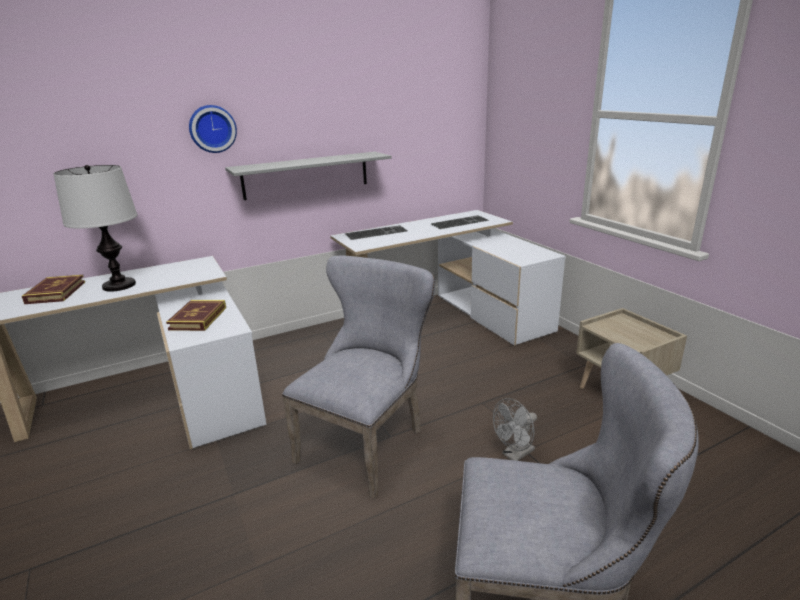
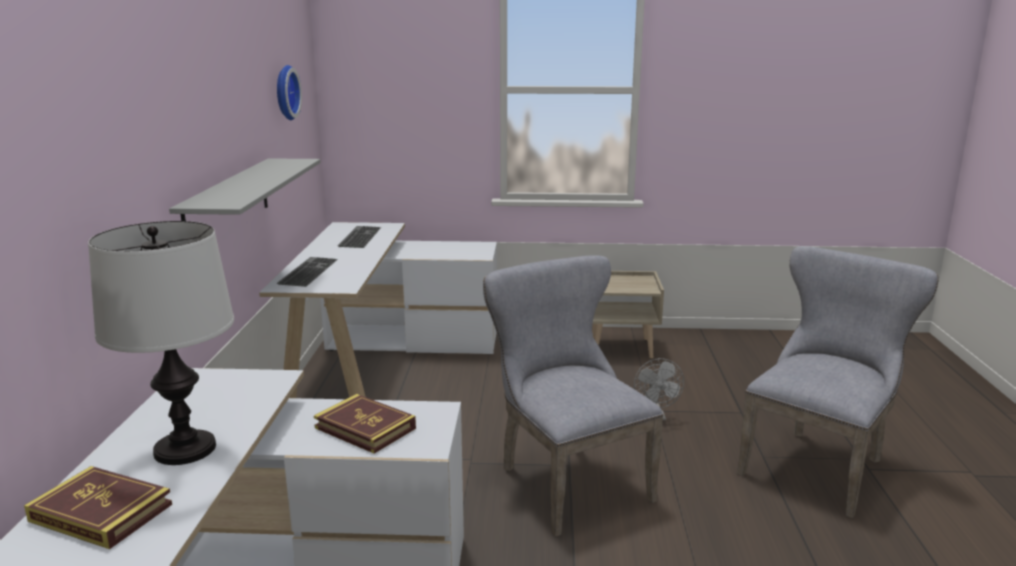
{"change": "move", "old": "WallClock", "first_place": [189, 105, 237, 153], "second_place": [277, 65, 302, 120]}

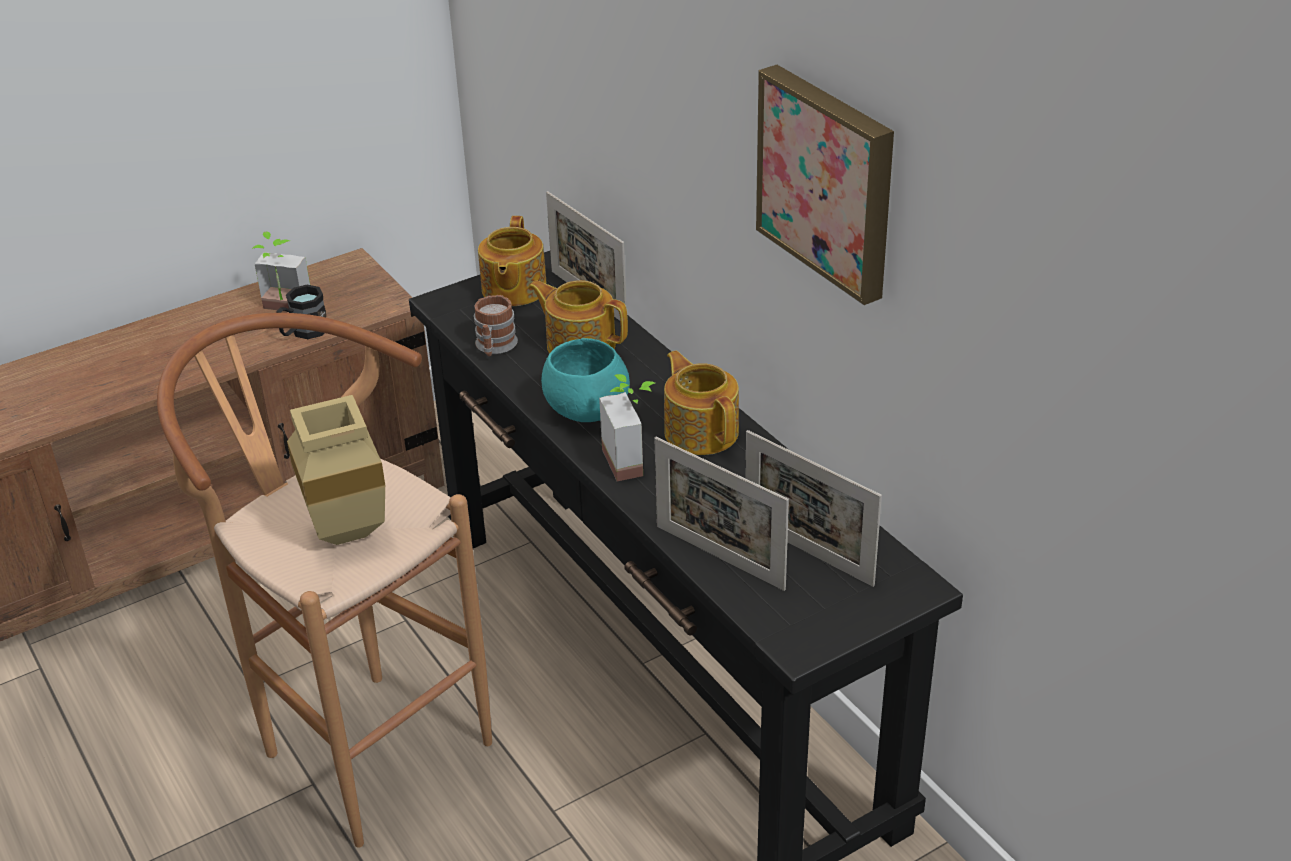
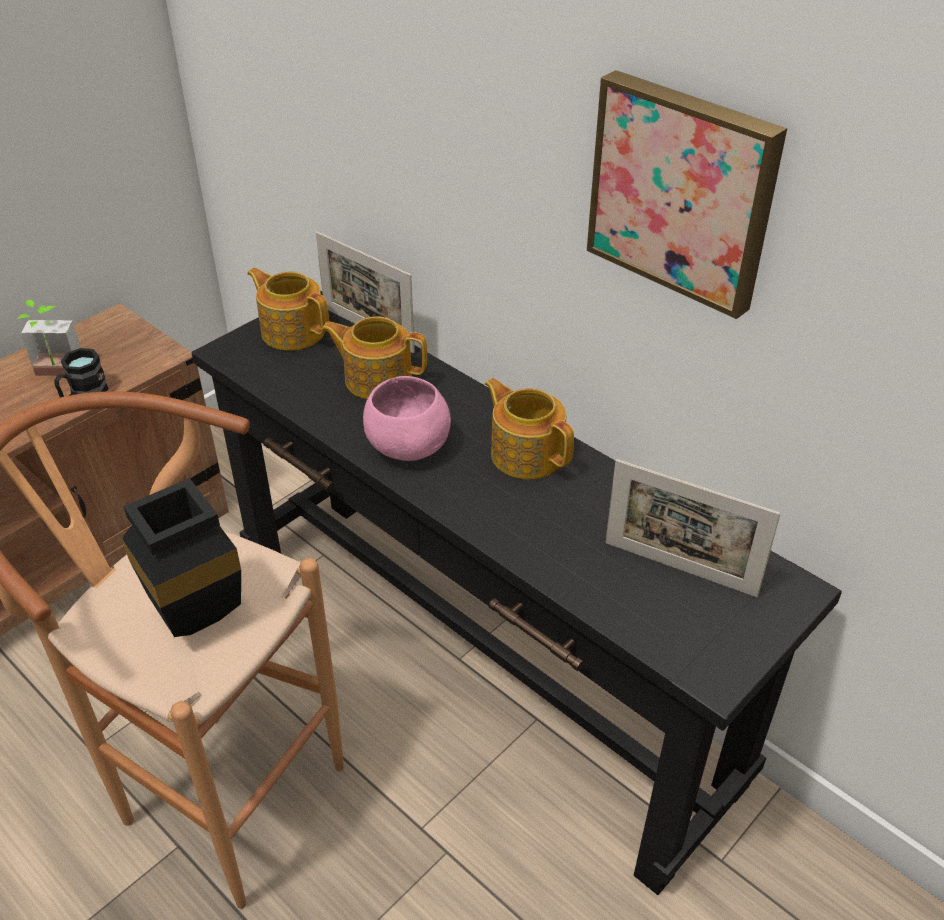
{"change": "rotate", "old": "Teapot", "first_place": [478, 216, 547, 306], "second_place": [247, 268, 329, 351], "degrees": 135}
{"change": "delete", "old": "Mug", "first_place": [474, 295, 518, 356]}
{"change": "recolor", "old": "TurquoiseBowl", "new": "PinkBowl", "first_place": [541, 338, 630, 422], "second_place": [363, 376, 451, 461]}
{"change": "delete", "old": "PottedPlant", "first_place": [599, 374, 655, 481]}
{"change": "recolor", "old": "BeigeVase", "new": "BlackVase", "first_place": [287, 395, 385, 545], "second_place": [122, 478, 241, 637]}
{"change": "delete", "old": "PictureFrame", "first_place": [654, 437, 789, 591]}

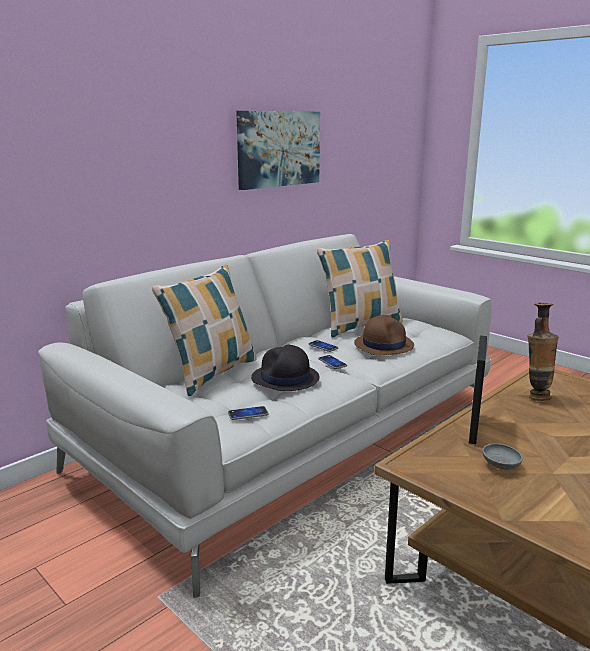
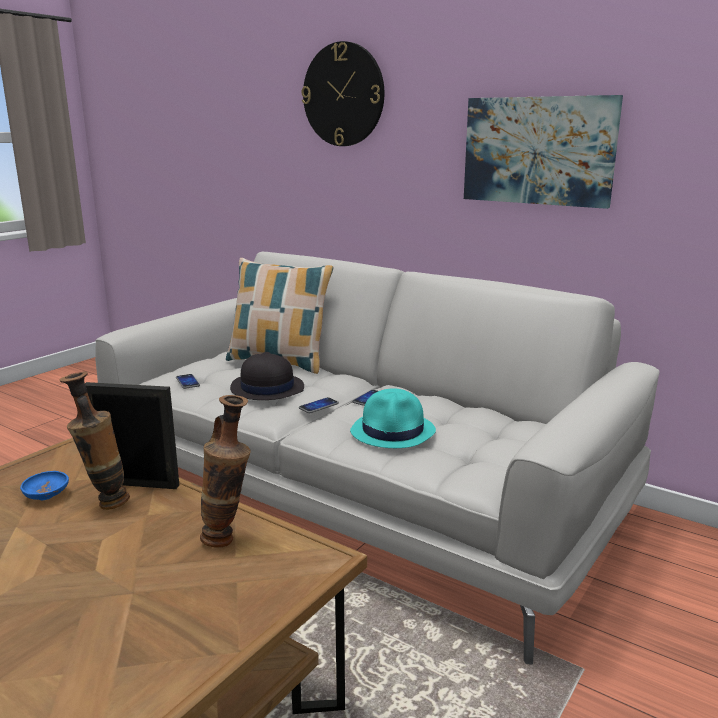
{"change": "delete", "old": "Pillow", "first_place": [317, 240, 403, 337]}
{"change": "recolor", "old": "BrownHat", "new": "TurquoiseHat", "first_place": [354, 315, 414, 356], "second_place": [350, 388, 436, 448]}
{"change": "recolor", "old": "GreyBowl", "new": "BlueBowl", "first_place": [482, 443, 523, 470], "second_place": [20, 471, 69, 500]}
{"change": "insert", "new": "WallClock", "second_place": [302, 41, 384, 146]}
{"change": "insert", "new": "Vase", "second_place": [60, 372, 130, 510]}

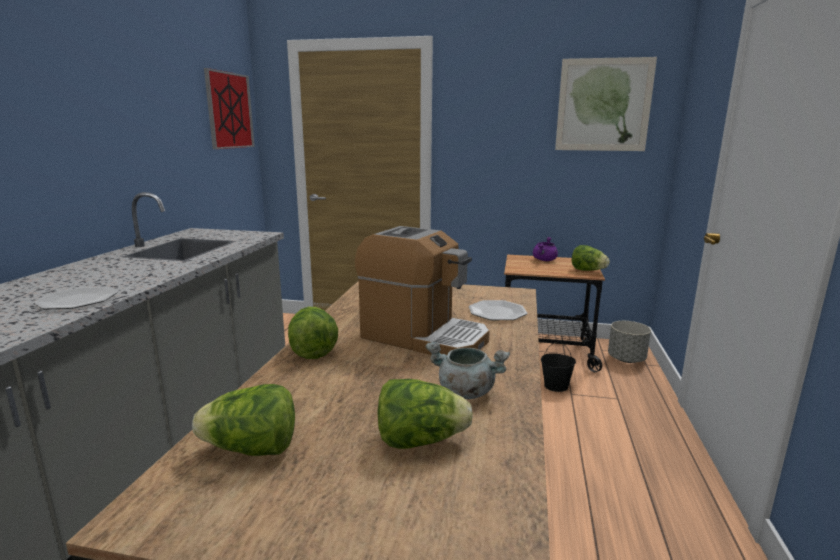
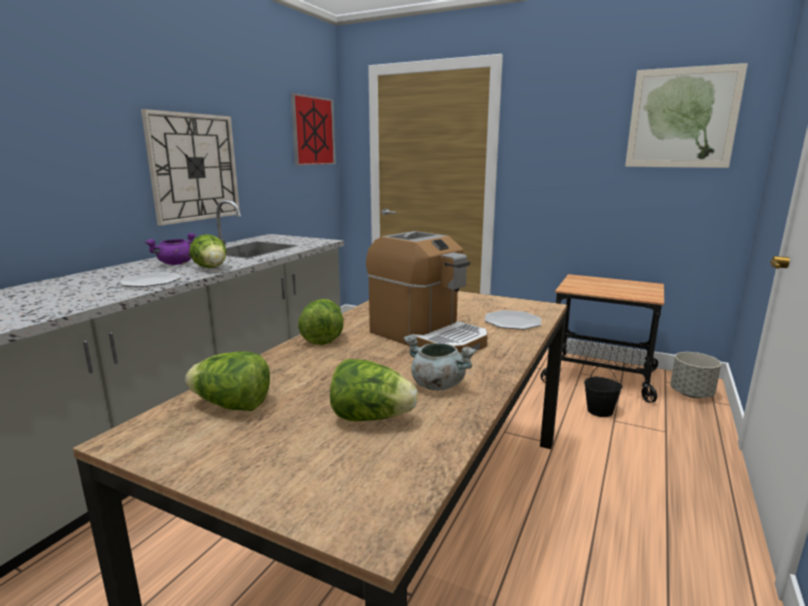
{"change": "move", "old": "PurpleCookingPot", "first_place": [533, 237, 558, 261], "second_place": [145, 233, 196, 265]}
{"change": "move", "old": "Lettuce", "first_place": [572, 245, 610, 271], "second_place": [189, 234, 227, 268]}
{"change": "insert", "new": "WallClock", "second_place": [141, 109, 240, 226]}

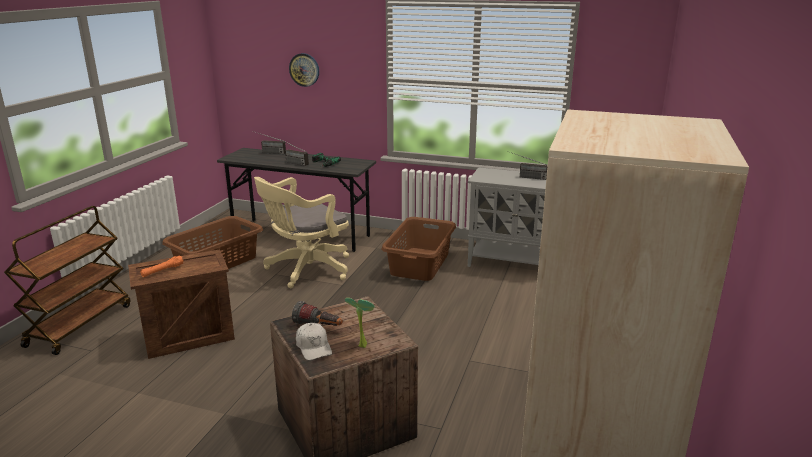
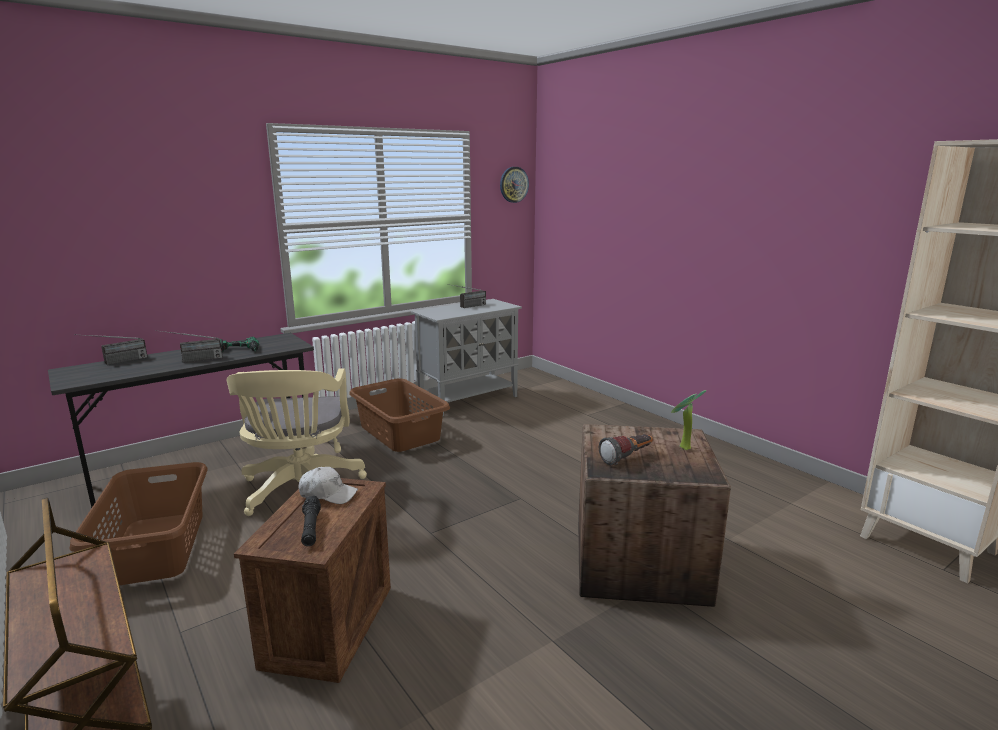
{"change": "move", "old": "WallClock", "first_place": [289, 53, 319, 87], "second_place": [500, 167, 529, 203]}
{"change": "recolor", "old": "OrangeFlashlight", "new": "BlackFlashlight", "first_place": [140, 255, 184, 277], "second_place": [301, 496, 321, 546]}
{"change": "move", "old": "WhiteCap", "first_place": [296, 323, 332, 360], "second_place": [298, 467, 358, 504]}

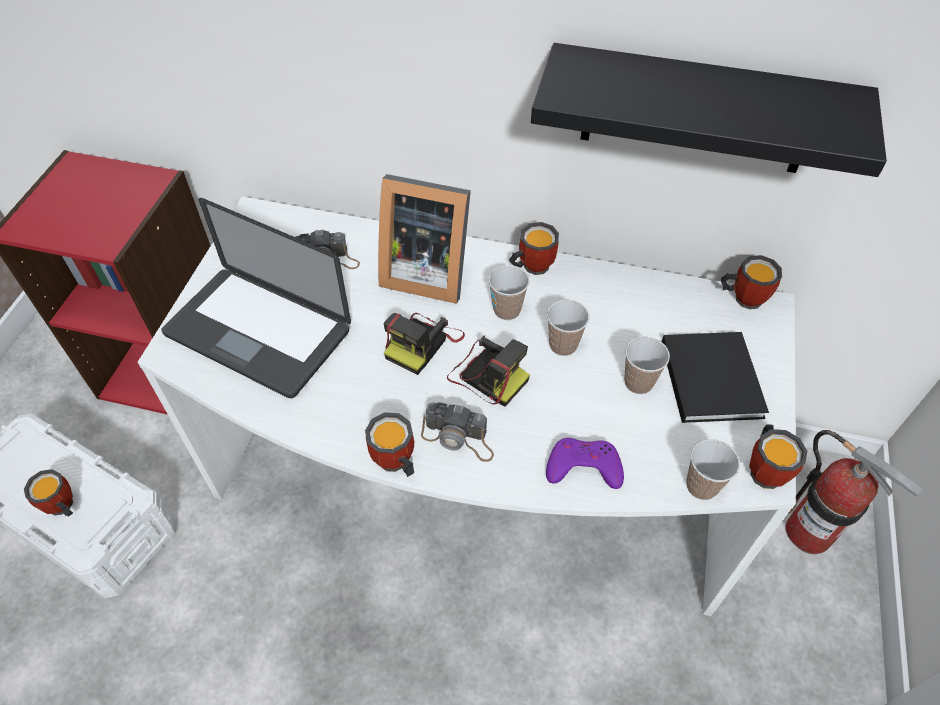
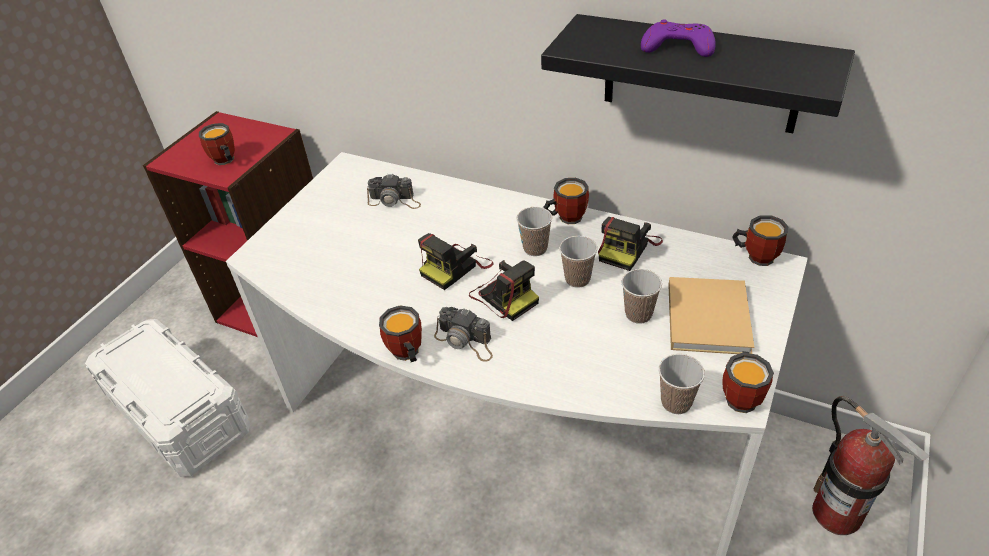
{"change": "delete", "old": "PictureFrame", "first_place": [378, 174, 471, 304]}
{"change": "delete", "old": "Laptop", "first_place": [161, 198, 351, 398]}
{"change": "recolor", "old": "BlackBook", "new": "BeigeBook", "first_place": [662, 332, 769, 423], "second_place": [668, 277, 754, 354]}
{"change": "move", "old": "PurpleGameController", "first_place": [546, 438, 624, 489], "second_place": [641, 19, 716, 57]}
{"change": "move", "old": "Mug", "first_place": [24, 469, 73, 517], "second_place": [199, 123, 235, 165]}
{"change": "insert", "new": "PhotoCamera", "second_place": [598, 217, 663, 271]}

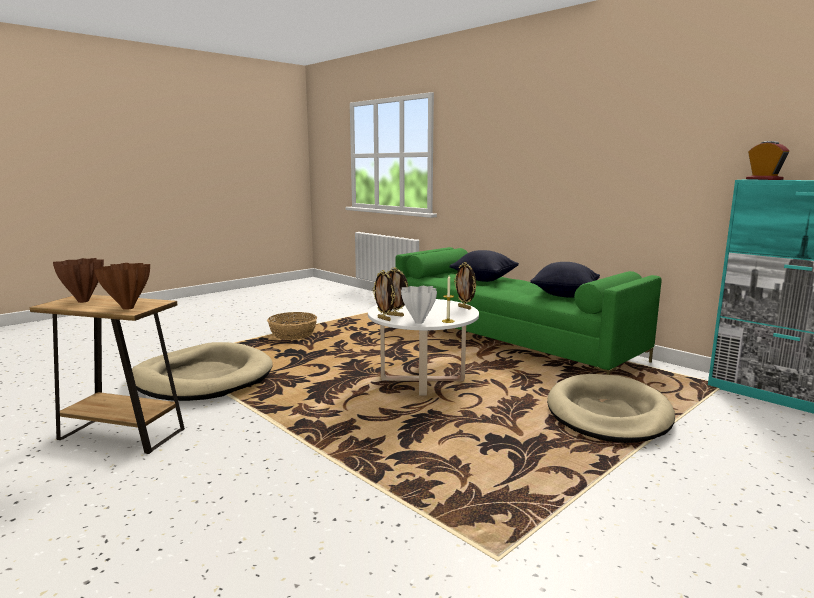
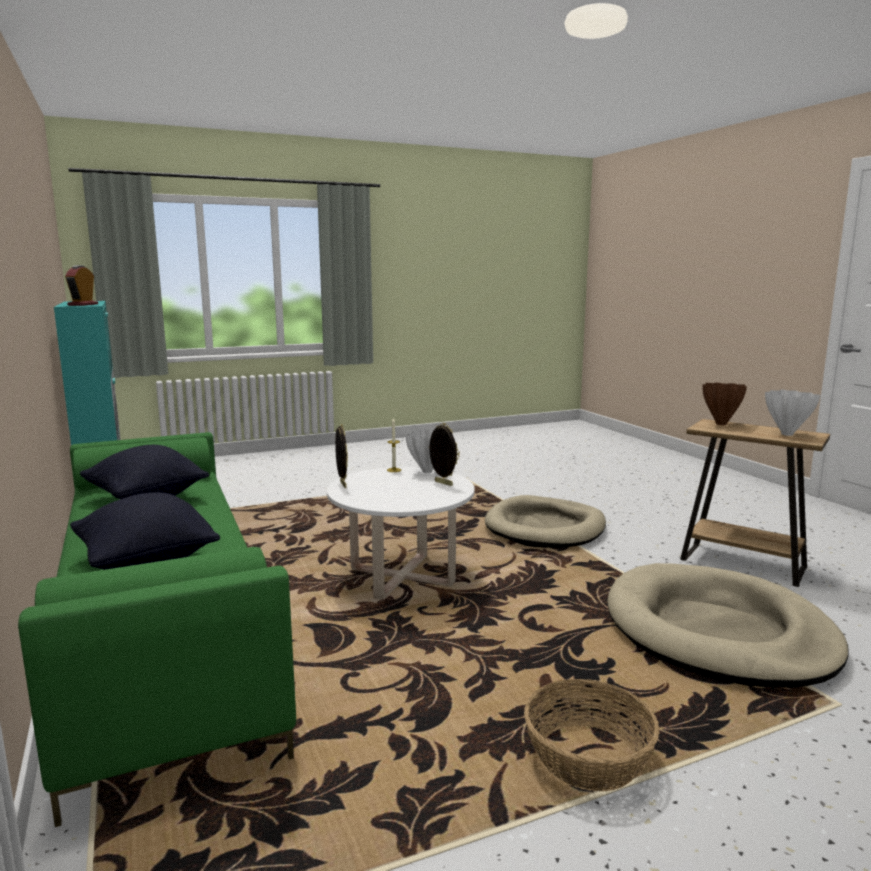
{"change": "recolor", "old": "BrownVase", "new": "WhiteVase", "first_place": [53, 258, 104, 303], "second_place": [765, 389, 821, 436]}
{"change": "delete", "old": "PictureFrame", "first_place": [373, 270, 395, 321]}
{"change": "move", "old": "BeigeDogBed", "first_place": [547, 374, 675, 443], "second_place": [485, 495, 606, 548]}

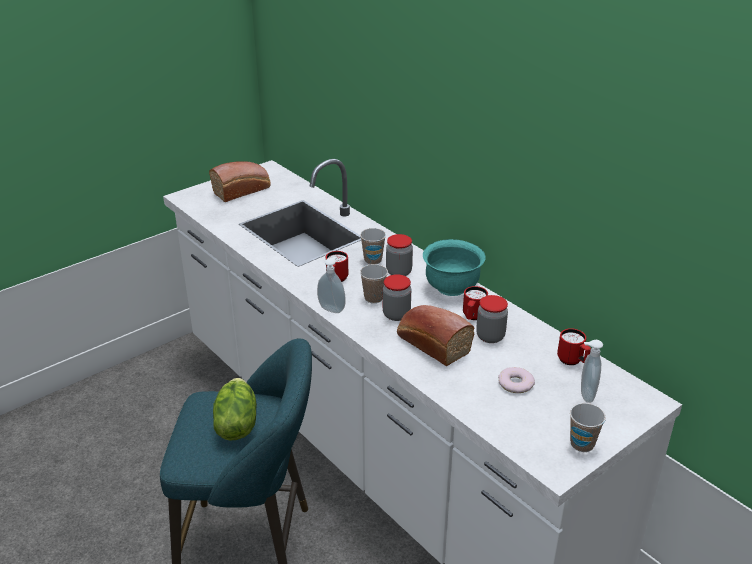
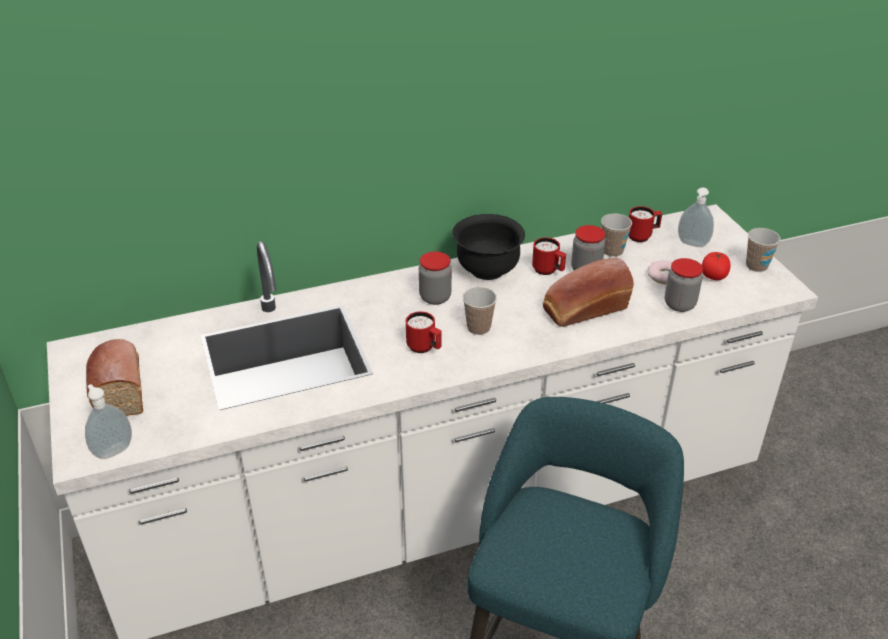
{"change": "move", "old": "Cup", "first_place": [360, 228, 386, 264], "second_place": [601, 213, 632, 257]}
{"change": "recolor", "old": "TurquoiseBowl", "new": "BlackBowl", "first_place": [423, 239, 486, 296], "second_place": [452, 214, 525, 280]}
{"change": "move", "old": "SoapDispenser", "first_place": [317, 256, 346, 313], "second_place": [85, 384, 132, 459]}
{"change": "move", "old": "Jar", "first_place": [383, 274, 411, 321], "second_place": [664, 258, 703, 312]}
{"change": "delete", "old": "Lettuce", "first_place": [213, 378, 257, 440]}
{"change": "insert", "new": "Tomato", "second_place": [702, 252, 730, 280]}

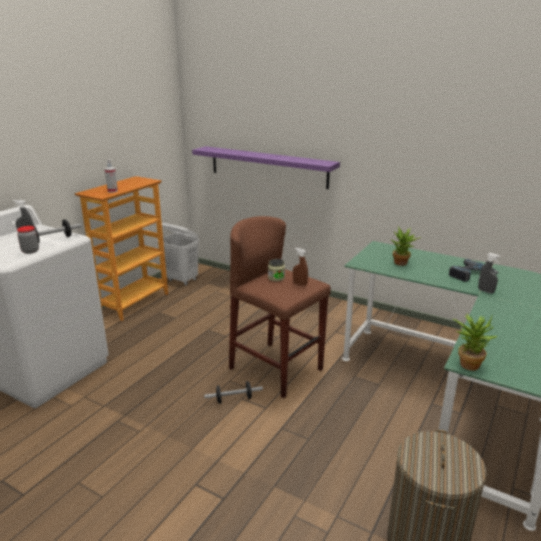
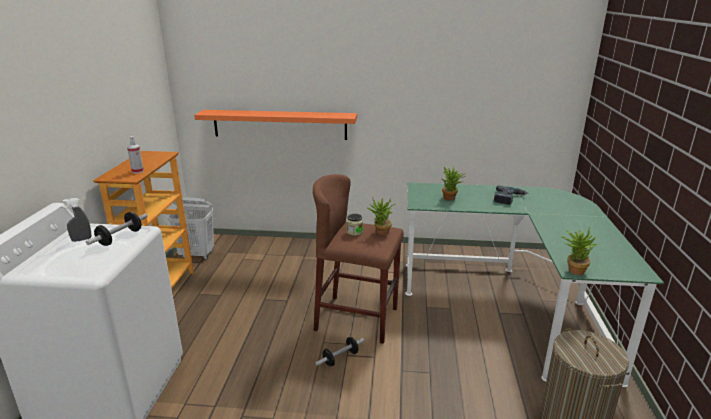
{"change": "recolor", "old": "PurpleShelf", "new": "OrangeShelf", "first_place": [192, 146, 340, 189], "second_place": [194, 110, 357, 140]}
{"change": "delete", "old": "Jar", "first_place": [17, 226, 39, 254]}
{"change": "replace", "old": "BrownSprayBottle", "new": "PottedPlant", "first_place": [293, 248, 308, 286], "second_place": [367, 197, 395, 235]}
{"change": "delete", "old": "GreySprayBottle", "first_place": [478, 253, 500, 294]}

